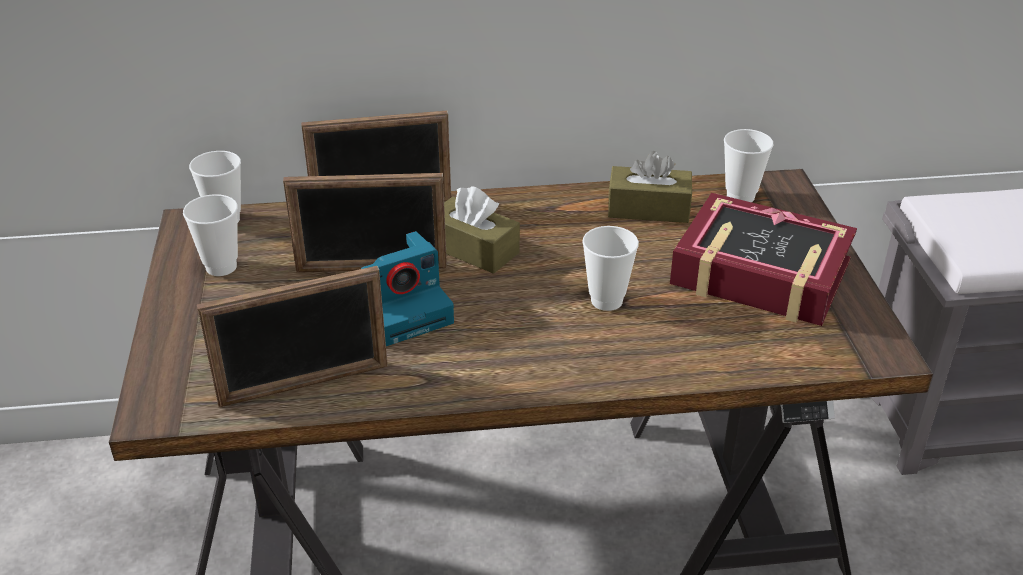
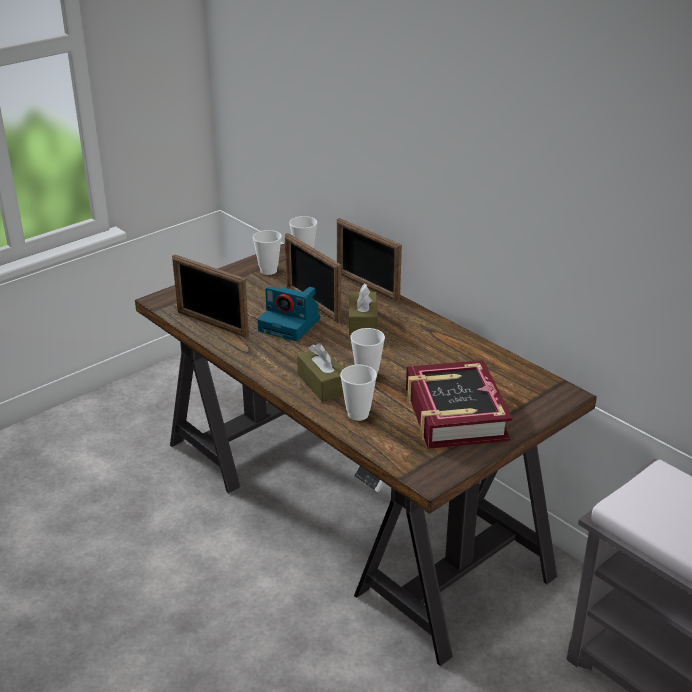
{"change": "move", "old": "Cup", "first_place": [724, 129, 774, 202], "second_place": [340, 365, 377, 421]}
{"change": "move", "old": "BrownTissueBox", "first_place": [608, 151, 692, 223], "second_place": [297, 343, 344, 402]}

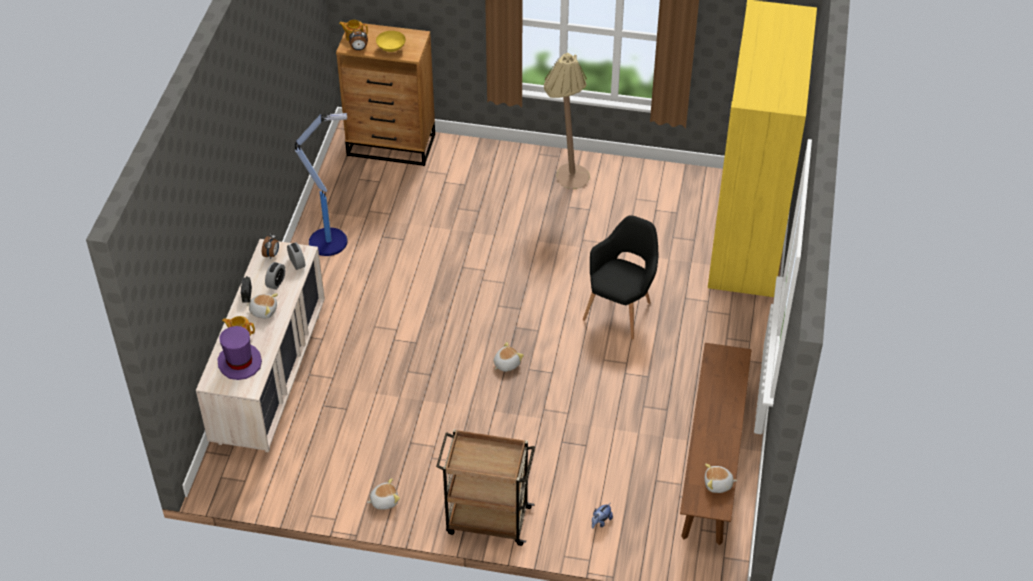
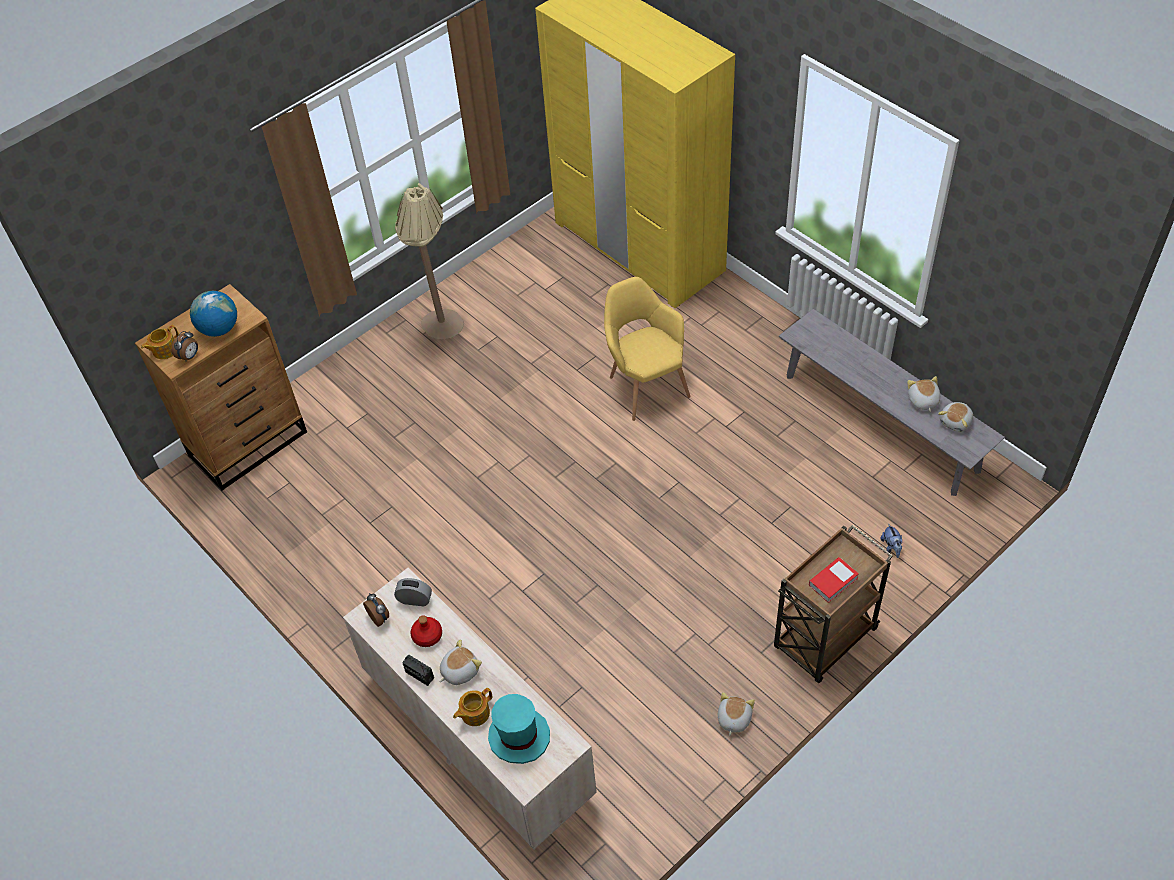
{"change": "replace", "old": "YellowBowl", "new": "Globe", "first_place": [376, 31, 406, 52], "second_place": [190, 291, 237, 337]}
{"change": "delete", "old": "FloorLamp", "first_place": [295, 113, 347, 256]}
{"change": "recolor", "old": "BlackArmchair", "new": "YellowArmchair", "first_place": [583, 215, 658, 340], "second_place": [604, 277, 690, 421]}
{"change": "replace", "old": "AlarmClock", "new": "RedBottle", "first_place": [265, 262, 285, 290], "second_place": [411, 615, 442, 647]}
{"change": "recolor", "old": "PurpleHat", "new": "TurquoiseHat", "first_place": [217, 326, 262, 380], "second_place": [488, 694, 550, 764]}
{"change": "move", "old": "PlushToy", "first_place": [494, 342, 524, 372], "second_place": [907, 376, 940, 412]}
{"change": "recolor", "old": "BrownBench", "new": "GreyBench", "first_place": [680, 343, 752, 545], "second_place": [779, 309, 1005, 496]}
{"change": "insert", "new": "Book", "second_place": [809, 557, 859, 603]}

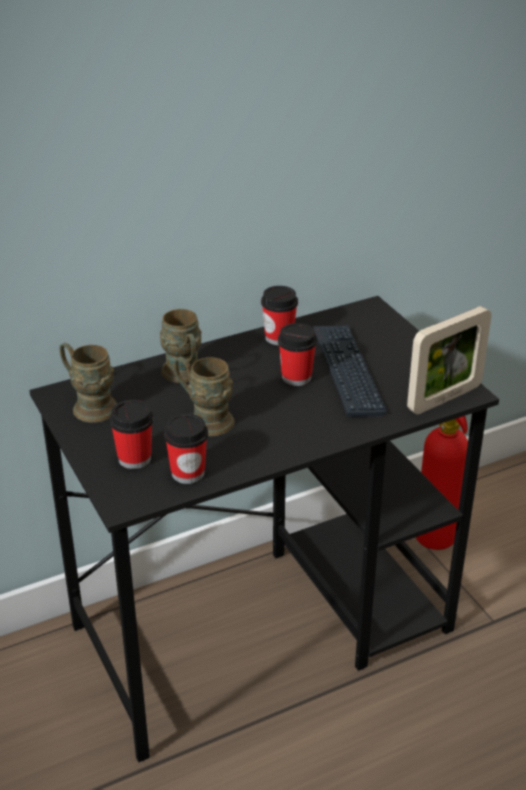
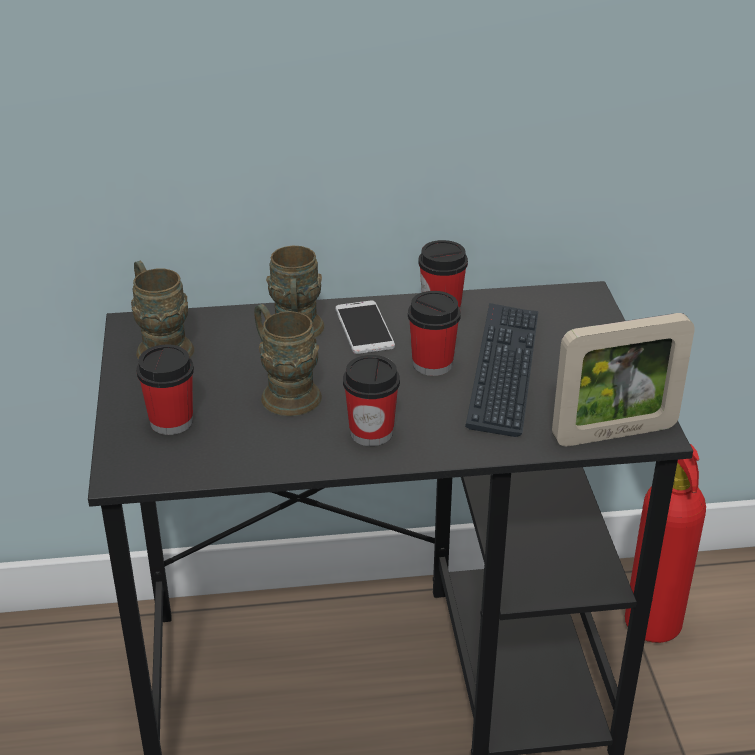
{"change": "move", "old": "Cup", "first_place": [164, 413, 208, 484], "second_place": [343, 355, 400, 446]}
{"change": "insert", "new": "Phone", "second_place": [336, 300, 395, 354]}

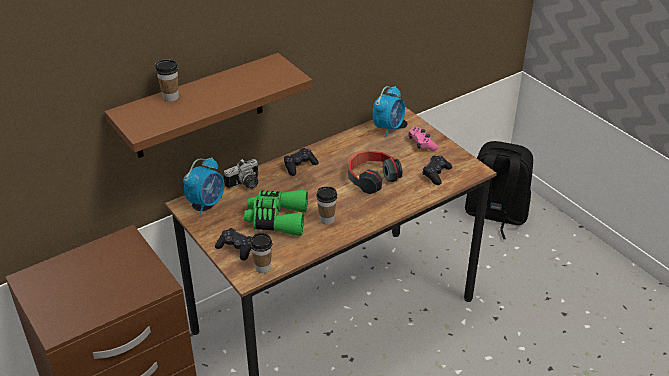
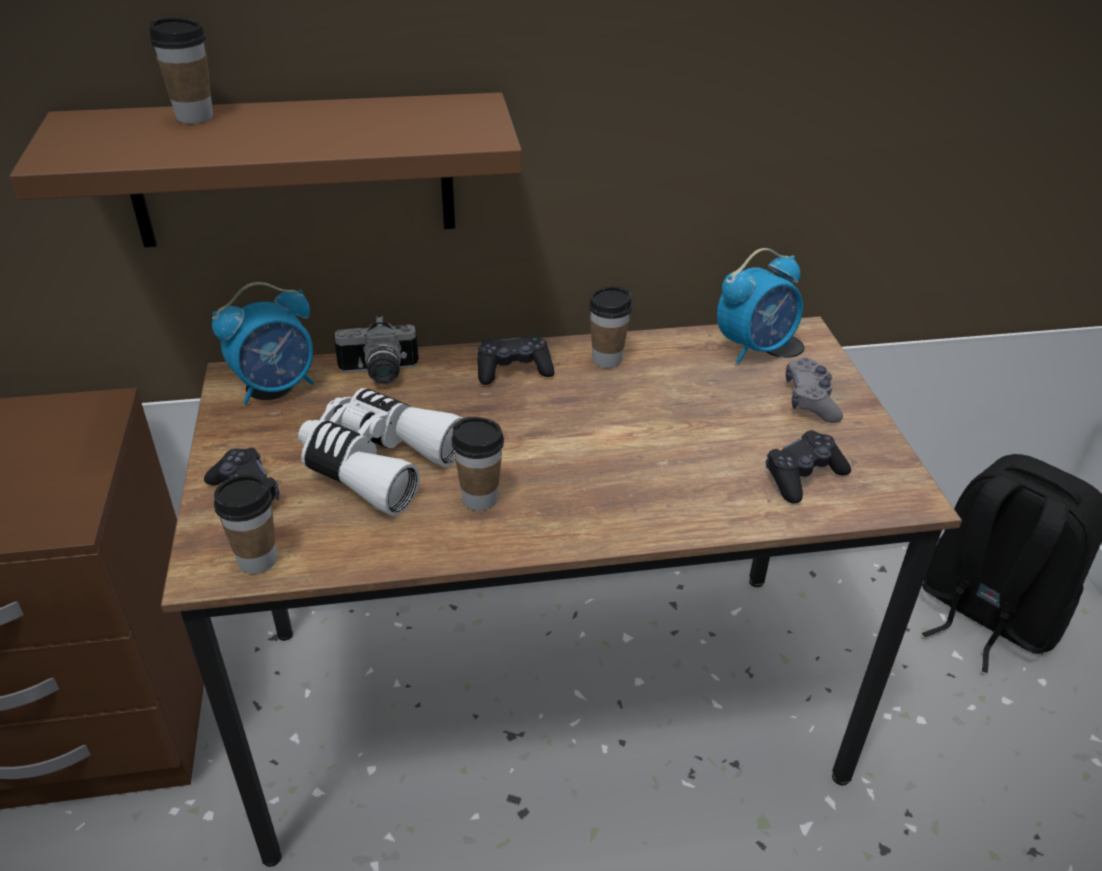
{"change": "recolor", "old": "PinkGameController", "new": "GreyGameController", "first_place": [409, 127, 438, 151], "second_place": [786, 357, 843, 423]}
{"change": "delete", "old": "Headphones", "first_place": [348, 150, 402, 194]}
{"change": "recolor", "old": "GreenBinoculars", "new": "WhiteBinoculars", "first_place": [244, 190, 308, 236], "second_place": [298, 388, 463, 516]}
{"change": "insert", "new": "Cup", "second_place": [589, 286, 632, 368]}

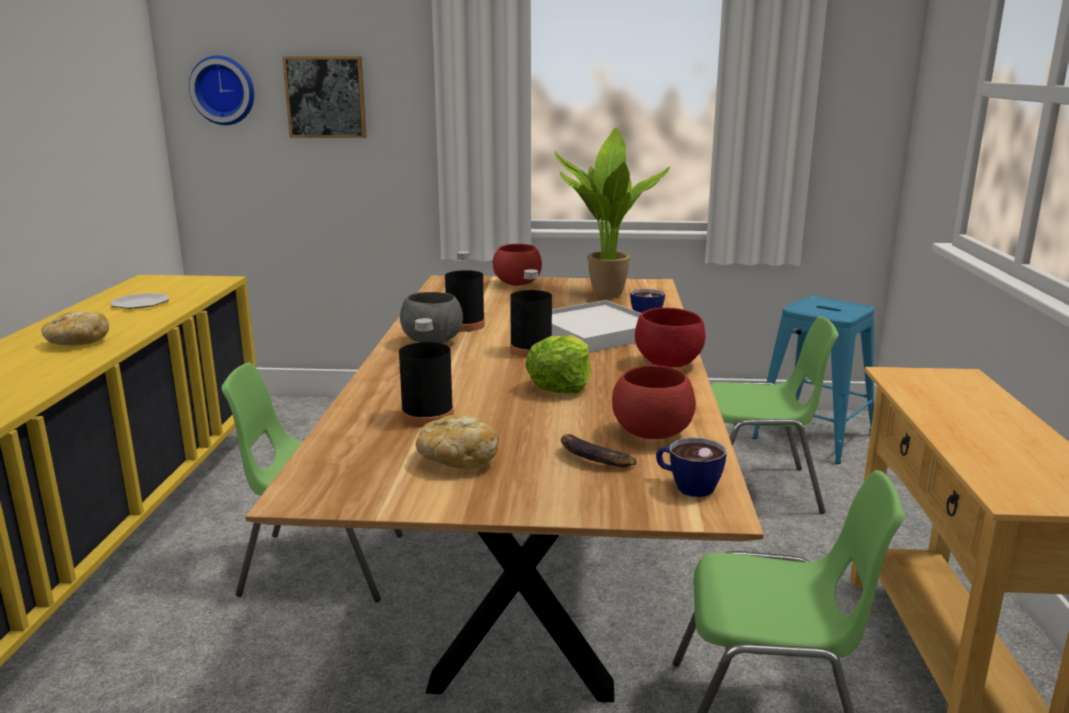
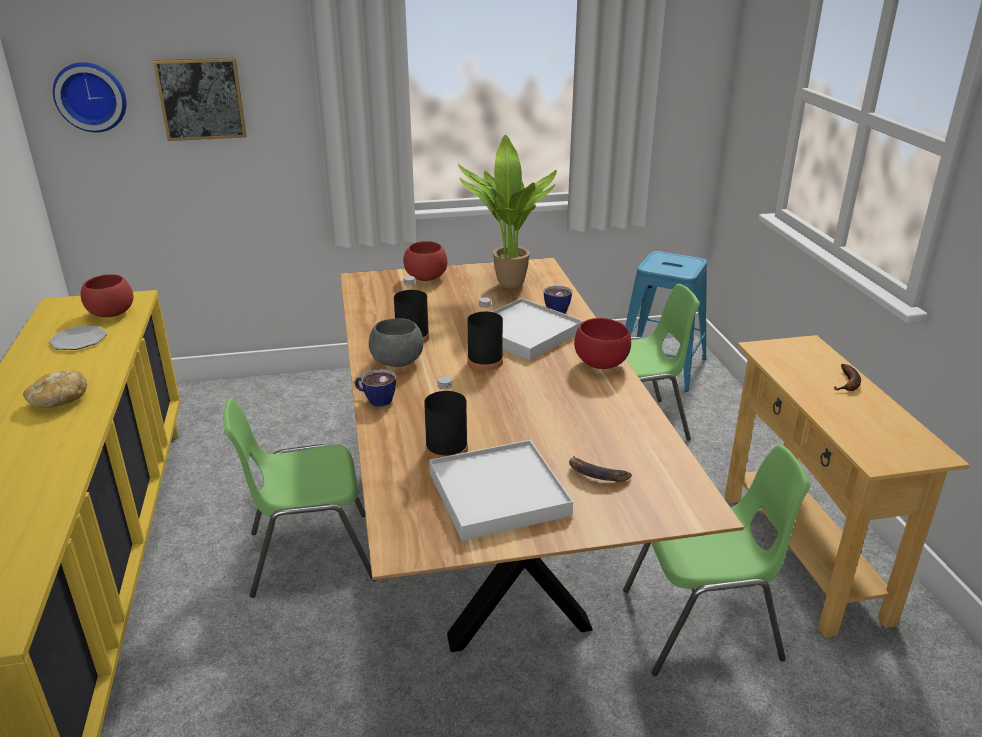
{"change": "delete", "old": "Lettuce", "first_place": [525, 335, 591, 393]}
{"change": "move", "old": "RedBowl", "first_place": [612, 365, 696, 439], "second_place": [81, 274, 134, 317]}
{"change": "replace", "old": "Bread", "new": "WhiteTray", "first_place": [416, 414, 499, 469], "second_place": [429, 440, 573, 541]}
{"change": "move", "old": "Cup", "first_place": [656, 438, 727, 497], "second_place": [355, 369, 396, 407]}
{"change": "insert", "new": "Banana", "second_place": [833, 364, 861, 391]}

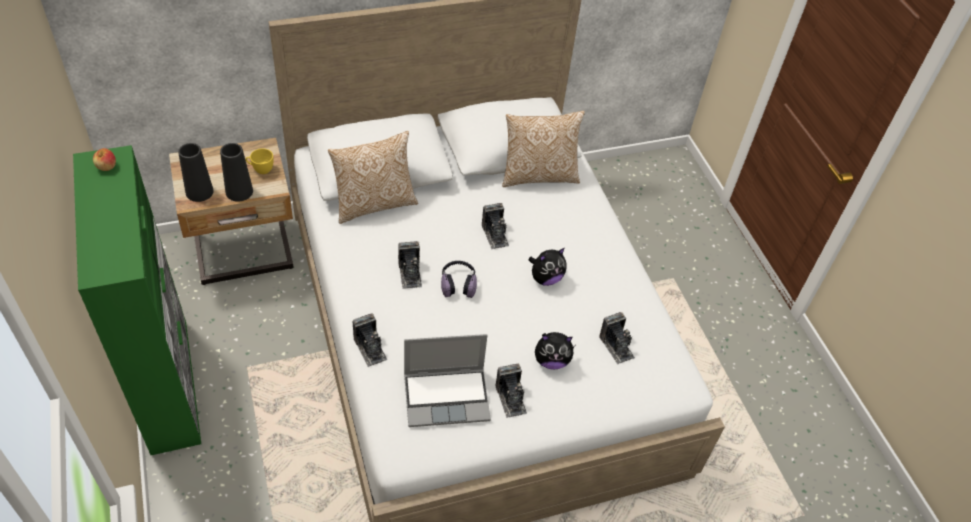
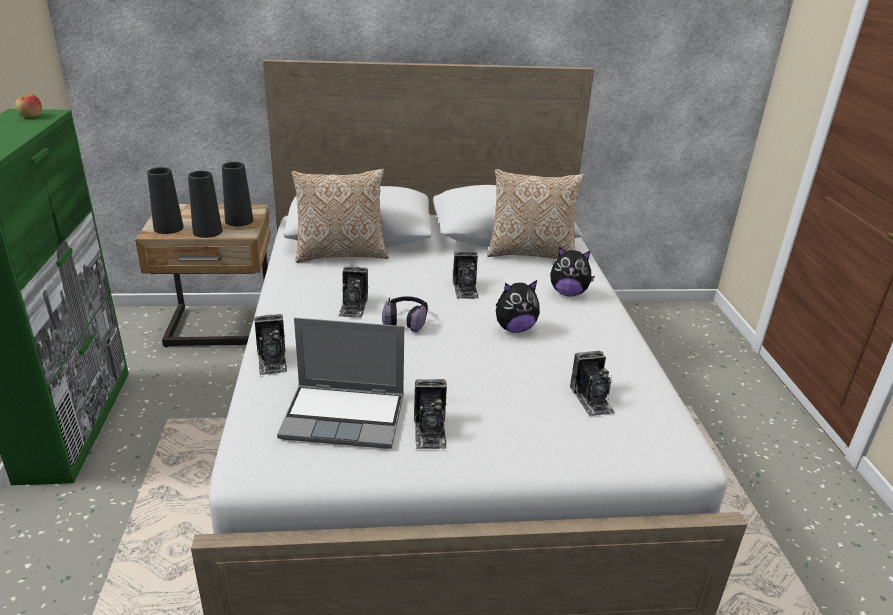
{"change": "replace", "old": "YellowCup", "new": "BlackVase", "first_place": [245, 148, 274, 174], "second_place": [222, 162, 253, 226]}
{"change": "move", "old": "PlushToy", "first_place": [535, 332, 575, 370], "second_place": [550, 247, 595, 296]}

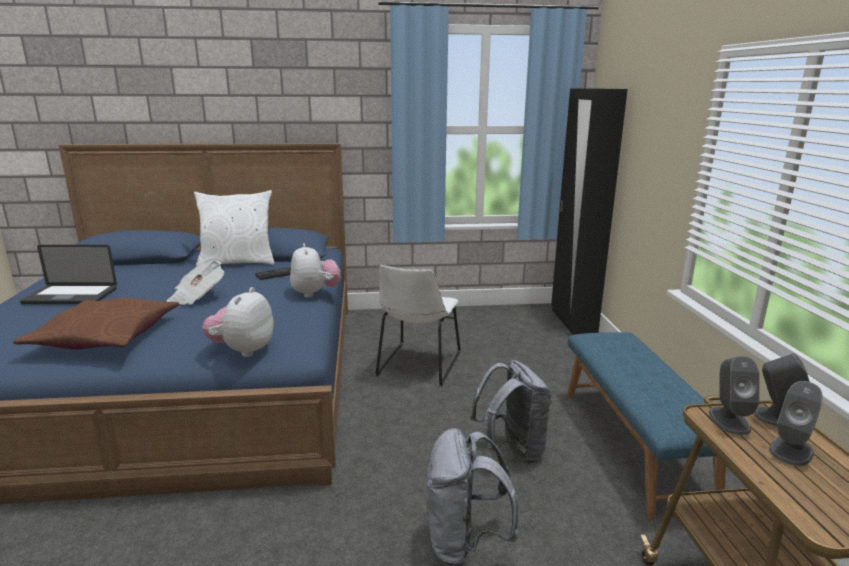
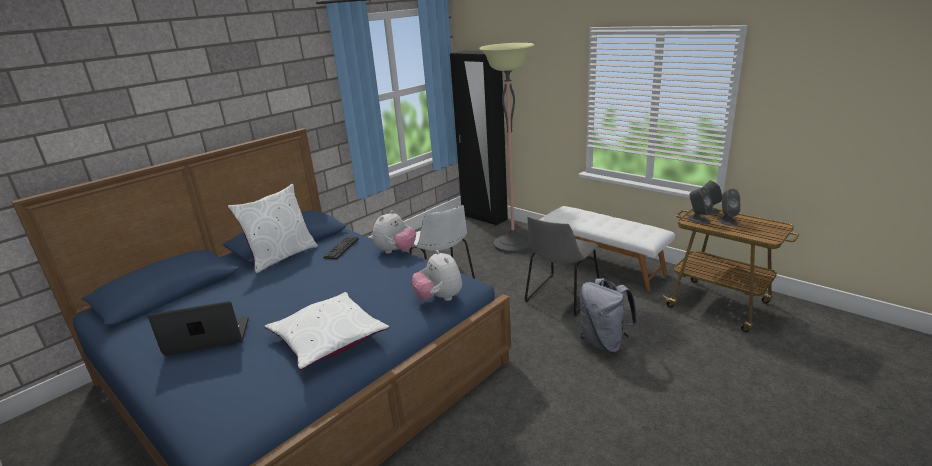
{"change": "rotate", "old": "PlushToy", "first_place": [290, 243, 341, 298], "second_place": [373, 210, 416, 254], "degrees": 90}
{"change": "rotate", "old": "Laptop", "first_place": [20, 245, 117, 304], "second_place": [148, 301, 249, 356], "degrees": -150}
{"change": "delete", "old": "Newspaper", "first_place": [166, 261, 224, 305]}
{"change": "recolor", "old": "BrownPillow", "new": "WhitePillow", "first_place": [13, 298, 179, 349], "second_place": [264, 292, 389, 370]}
{"change": "recolor", "old": "BlueBench", "new": "WhiteBench", "first_place": [567, 332, 726, 520], "second_place": [540, 206, 675, 291]}
{"change": "replace", "old": "GreyBackpack", "new": "GreyChair", "first_place": [470, 360, 552, 464], "second_place": [525, 216, 599, 316]}
{"change": "insert", "new": "FloorLamp", "second_place": [479, 43, 534, 253]}

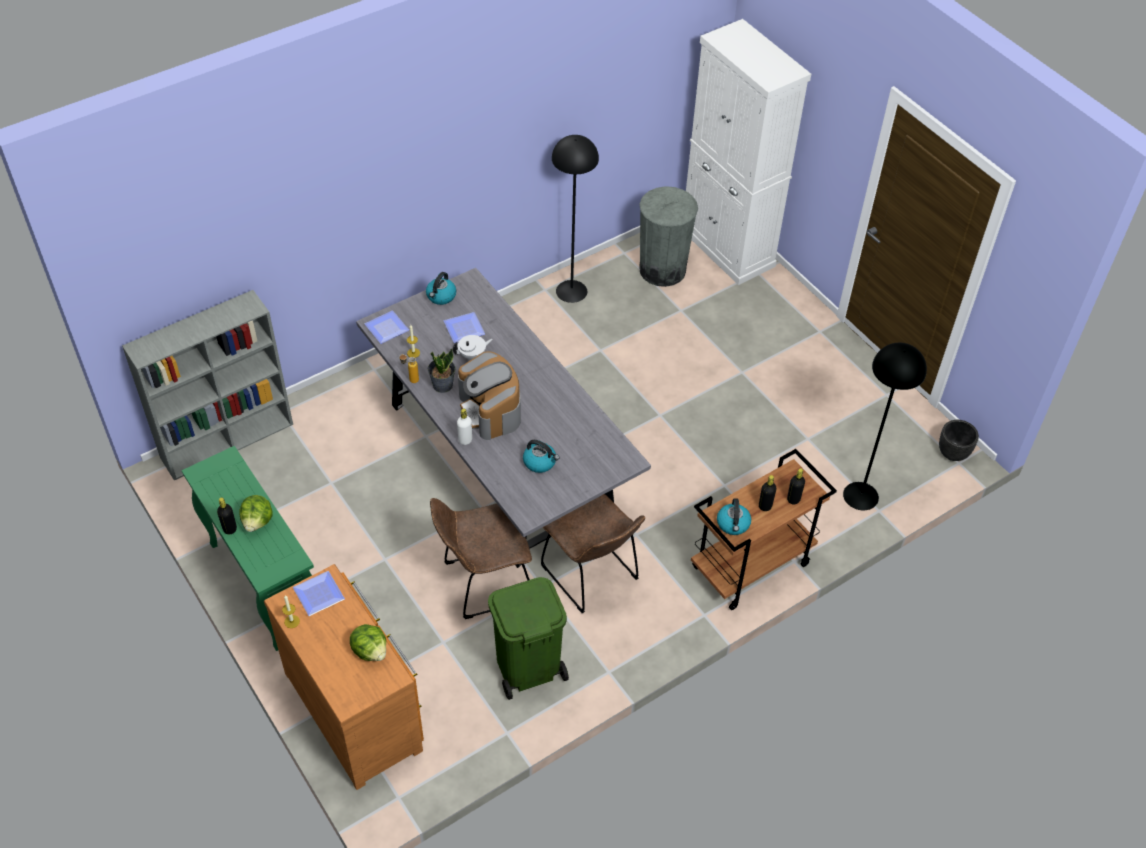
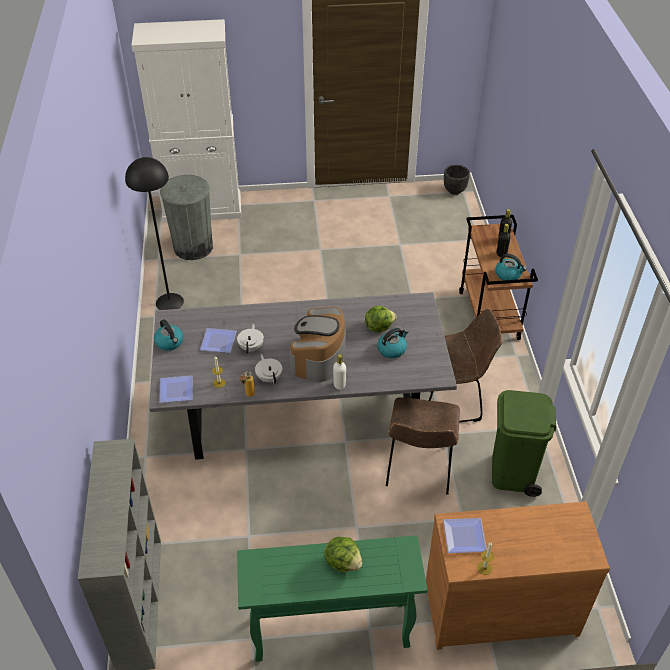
{"change": "delete", "old": "BlackFloorLamp", "first_place": [843, 343, 927, 510]}
{"change": "replace", "old": "PottedPlant", "new": "WhiteTeapot", "first_place": [428, 348, 455, 393], "second_place": [255, 354, 282, 384]}
{"change": "rotate", "old": "CoffeeMachine", "first_place": [458, 351, 521, 440], "second_place": [290, 306, 346, 382], "degrees": 105}
{"change": "delete", "old": "BlackBottle", "first_place": [217, 497, 237, 534]}
{"change": "move", "old": "Lettuce", "first_place": [350, 624, 386, 661], "second_place": [365, 306, 397, 333]}

